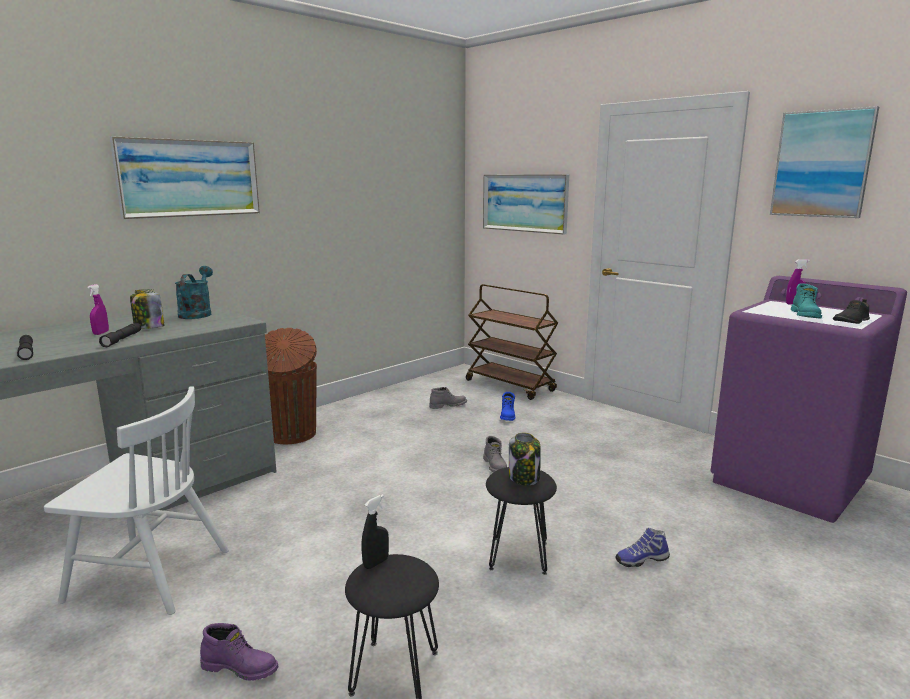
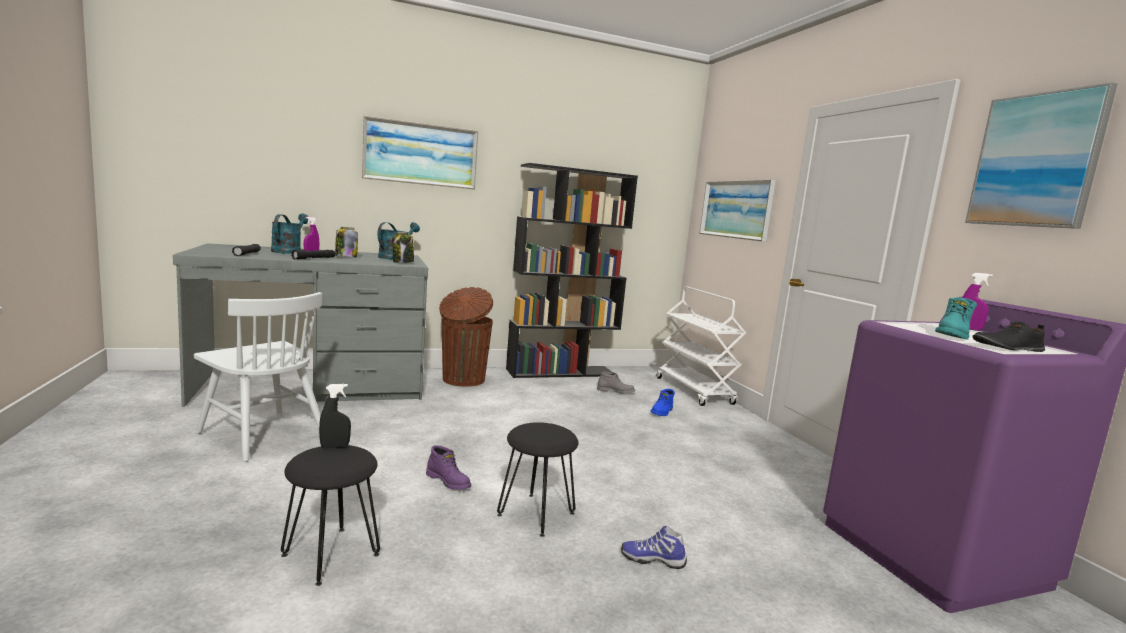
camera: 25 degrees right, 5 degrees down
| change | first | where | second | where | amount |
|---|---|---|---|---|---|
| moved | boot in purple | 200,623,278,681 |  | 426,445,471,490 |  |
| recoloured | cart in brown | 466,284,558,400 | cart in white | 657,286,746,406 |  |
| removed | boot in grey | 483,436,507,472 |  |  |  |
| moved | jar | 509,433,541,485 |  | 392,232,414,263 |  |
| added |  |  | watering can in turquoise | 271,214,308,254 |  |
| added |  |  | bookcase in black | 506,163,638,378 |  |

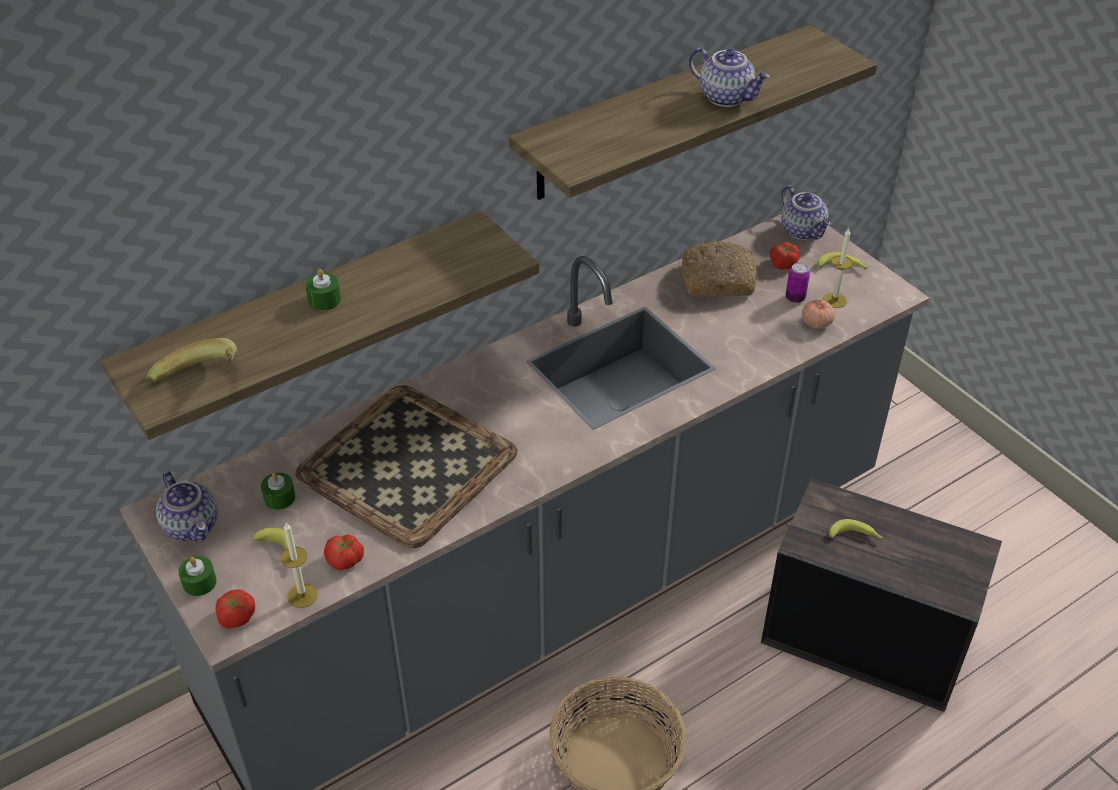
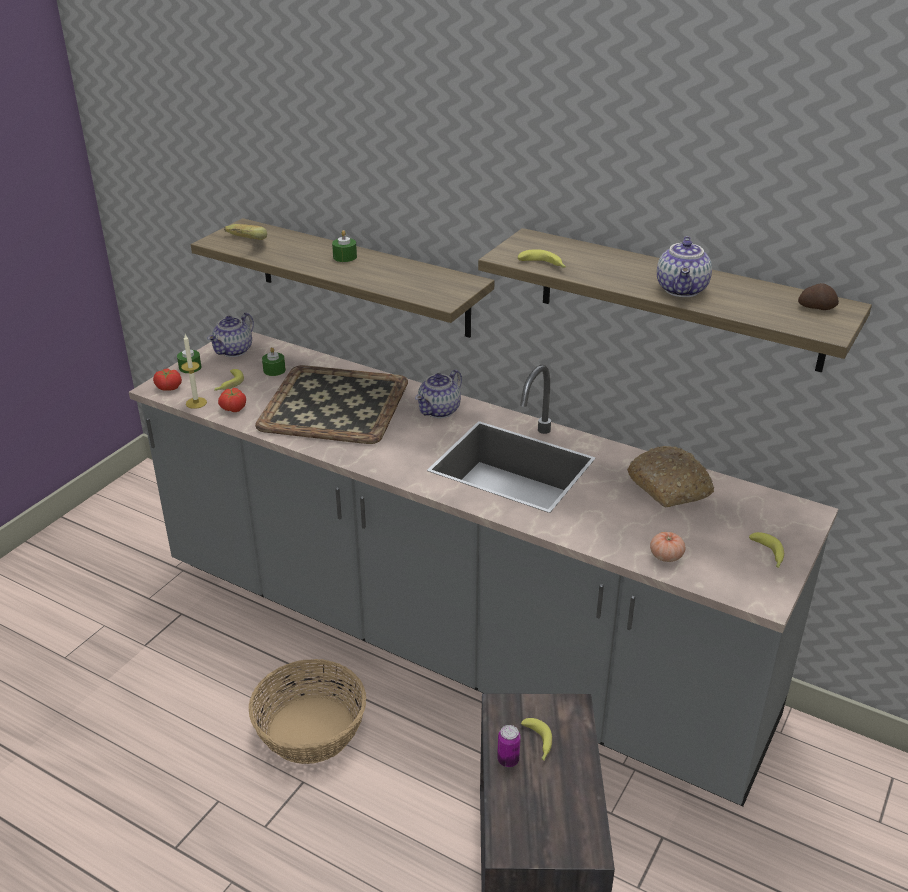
camera: 65 degrees right, 10 degrees down
| change | first | where | second | where | amount |
|---|---|---|---|---|---|
| removed | tomato | 770,242,800,270 |  |  |  |
| moved | teapot | 781,185,832,240 |  | 415,369,462,418 |  |
| moved | can | 786,263,810,303 |  | 497,725,521,767 |  |
| removed | candle | 823,228,853,308 |  |  |  |
| added |  |  | banana | 518,249,566,268 |  |
| added |  |  | potato | 798,283,839,310 |  |

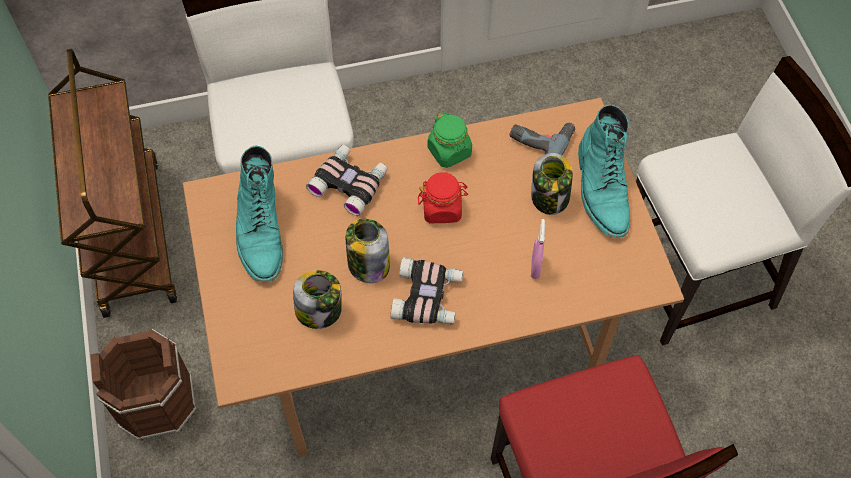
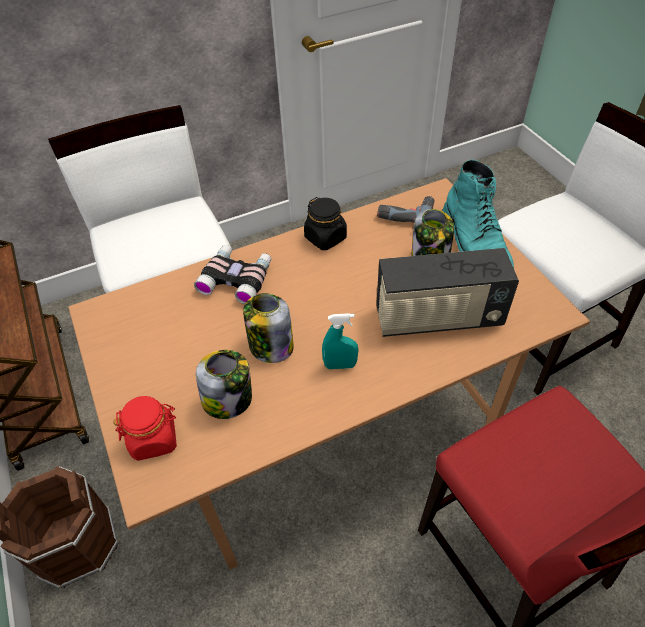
camera: 10 degrees left, 10 degrees down
| change | first | where | second | where | amount |
|---|---|---|---|---|---|
| removed | boot in turquoise | 236,146,283,282 |  |  |  |
| replaced | binoculars | 390,257,463,324 | spray bottle in turquoise | 322,313,359,369 |  |
| moved | jar in red | 418,172,468,223 |  | 113,396,177,461 |  |
| recoloured | jar in green | 428,112,472,168 | jar in black | 304,197,347,250 |  |
| replaced | spray bottle in pink | 531,219,545,279 | radio | 376,248,519,337 |  |

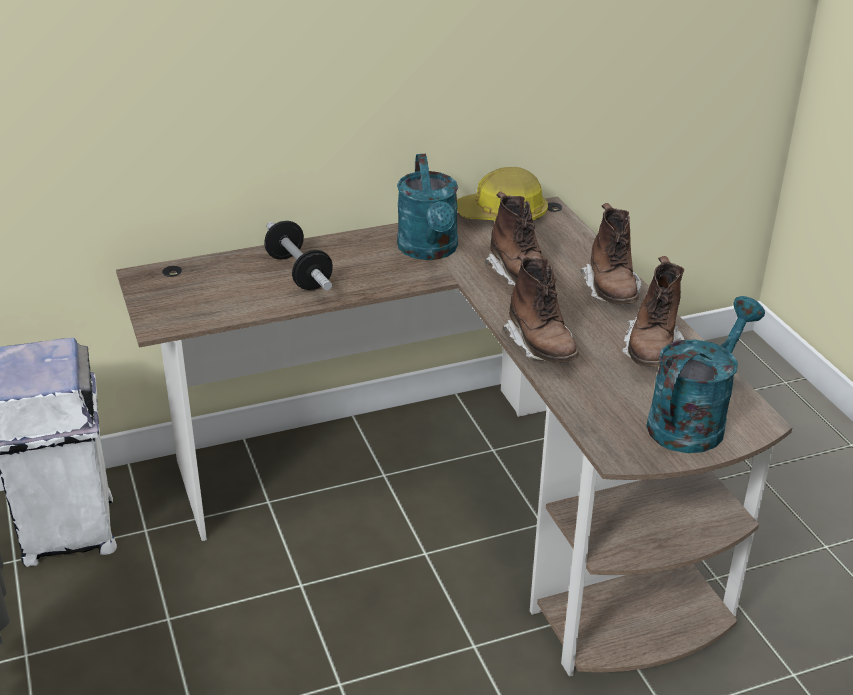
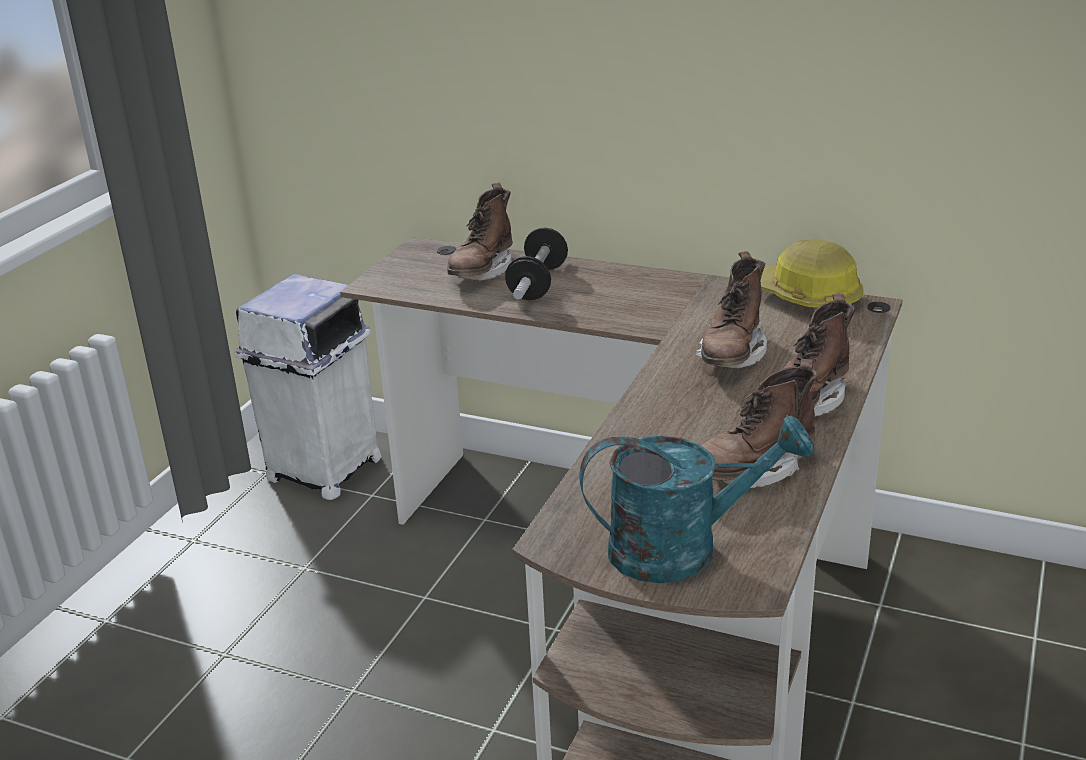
camera: 45 degrees right, 5 degrees down
| change | first | where | second | where | amount |
|---|---|---|---|---|---|
| removed | watering can in turquoise | 397,154,458,260 |  |  |  |
| moved | boot in brown | 503,253,579,363 |  | 447,183,513,281 |  |

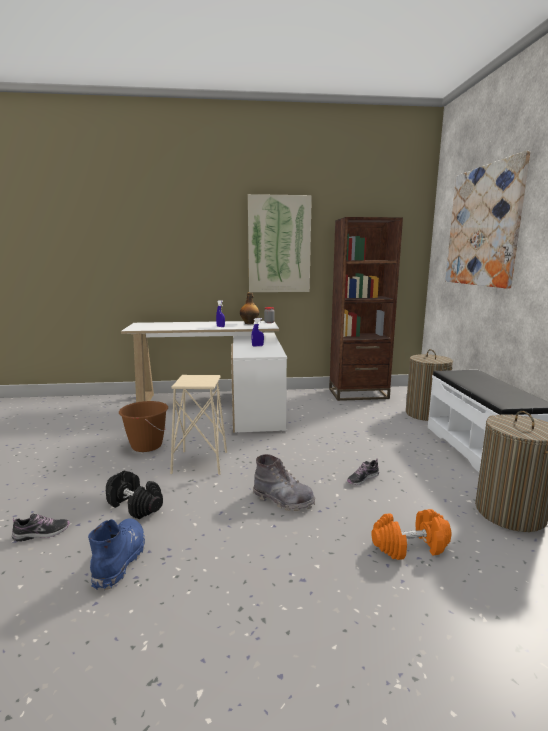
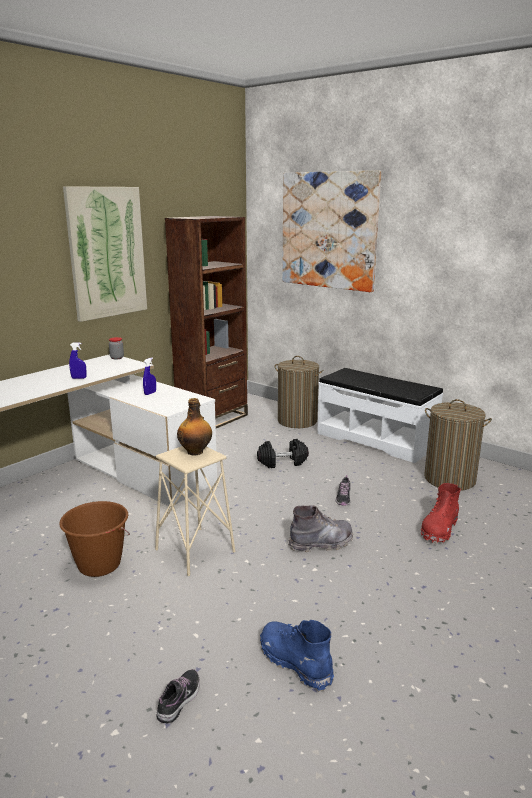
camera: 45 degrees left, 5 degrees up
| change | first | where | second | where | amount |
|---|---|---|---|---|---|
| moved | dumbbell in black | 106,471,163,519 |  | 257,439,309,468 |  |
| moved | bottle | 240,292,259,324 |  | 177,398,212,455 |  |
| replaced | dumbbell in orange | 371,509,451,560 | boot in red | 421,483,461,544 |  |

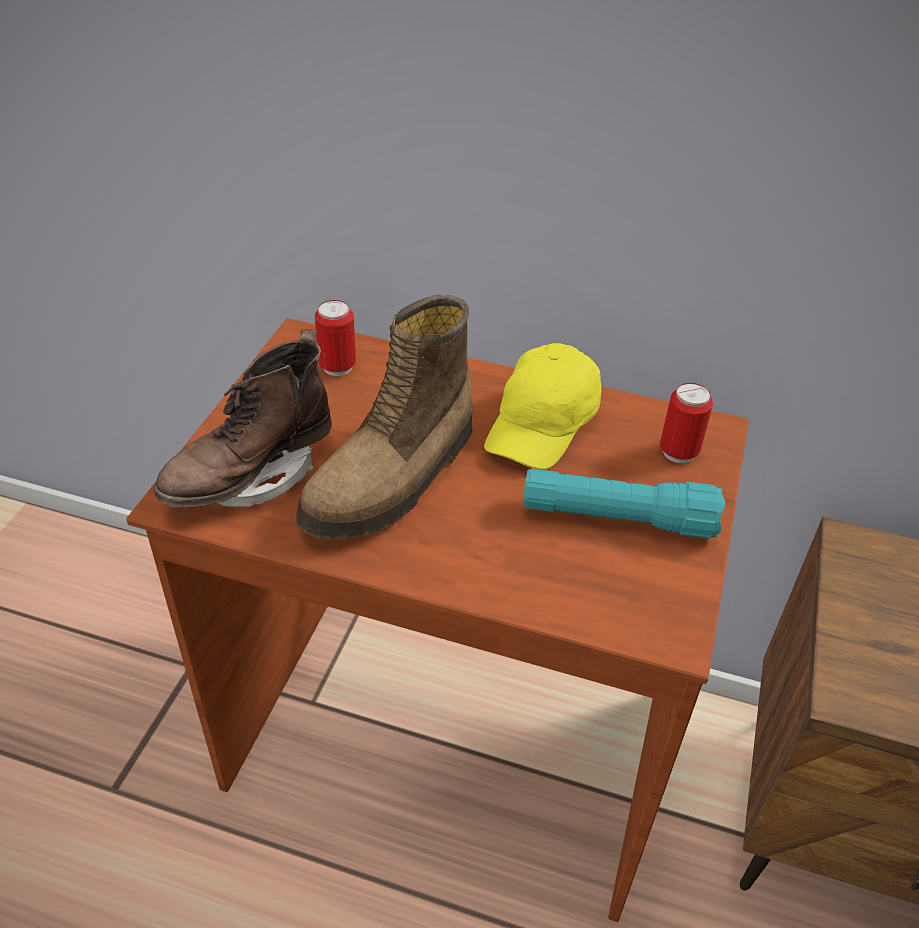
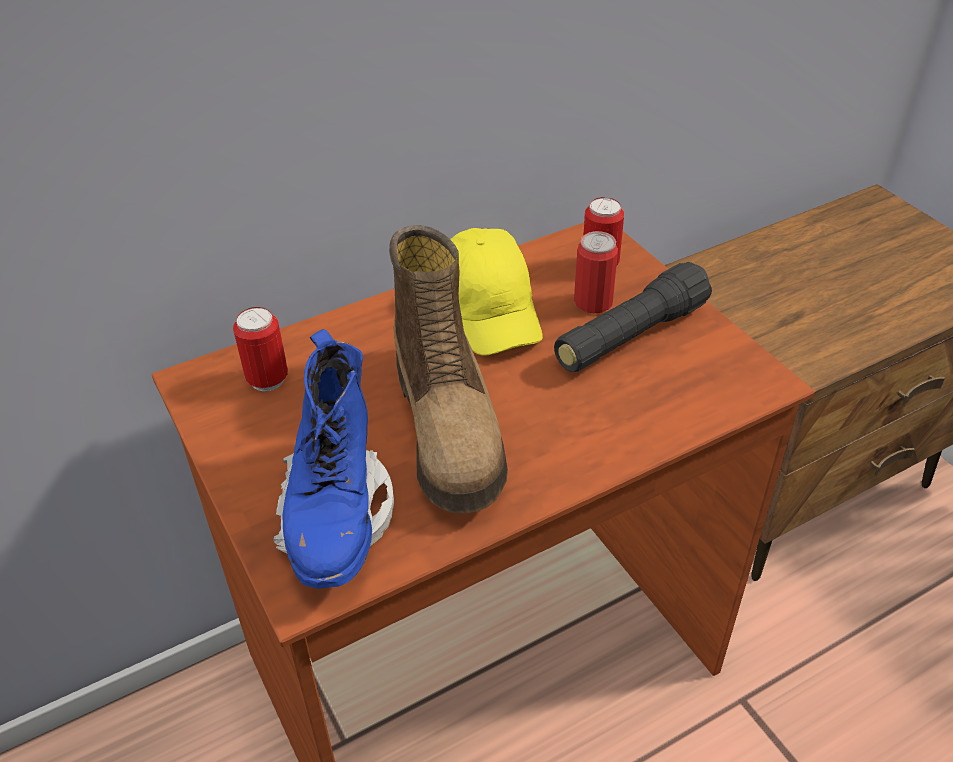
camera: 45 degrees left, 0 degrees up
| change | first | where | second | where | amount |
|---|---|---|---|---|---|
| recoloured | boot in brown | 154,329,332,508 | boot in blue | 273,329,394,589 |  |
| recoloured | flashlight in turquoise | 523,469,725,539 | flashlight in black | 554,262,712,372 |  |
| added |  |  | can | 574,231,618,314 |  |

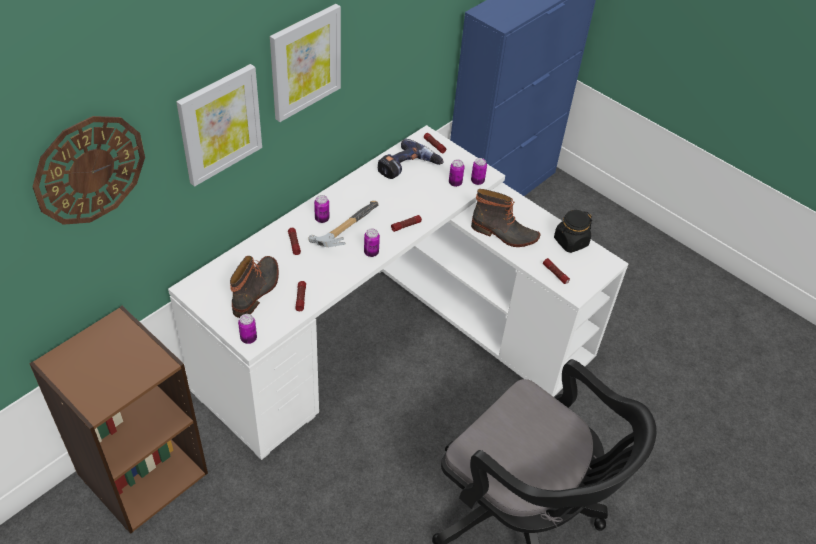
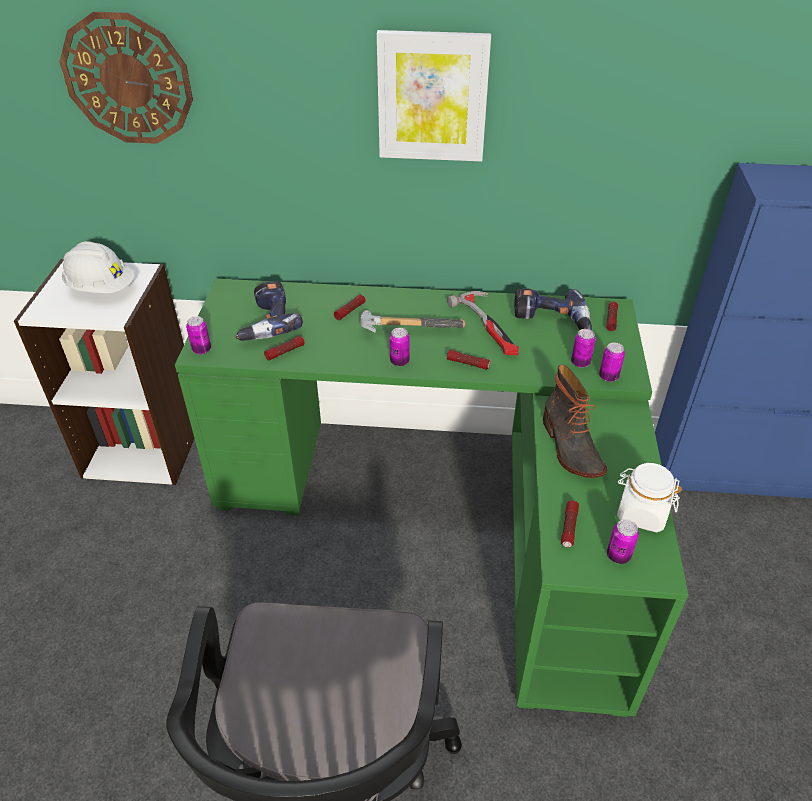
camera: 55 degrees right, 5 degrees down
| change | first | where | second | where | amount |
|---|---|---|---|---|---|
| recoloured | bookcase in brown | 29,306,208,534 | bookcase in white | 14,259,194,485 |  |
| recoloured | desk in white | 168,125,629,460 | desk in green | 175,279,689,717 |  |
| removed | picture | 176,64,262,187 |  |  |  |
| replaced | boot | 230,256,279,318 | power drill | 235,281,303,341 |  |
| moved | can | 314,195,329,223 |  | 607,519,639,564 |  |
| recoloured | jar in black | 554,210,592,253 | jar in white | 617,463,682,532 |  |
| added |  |  | hard hat in white | 62,241,135,294 |  |
| added |  |  | hammer | 447,291,519,355 |  |

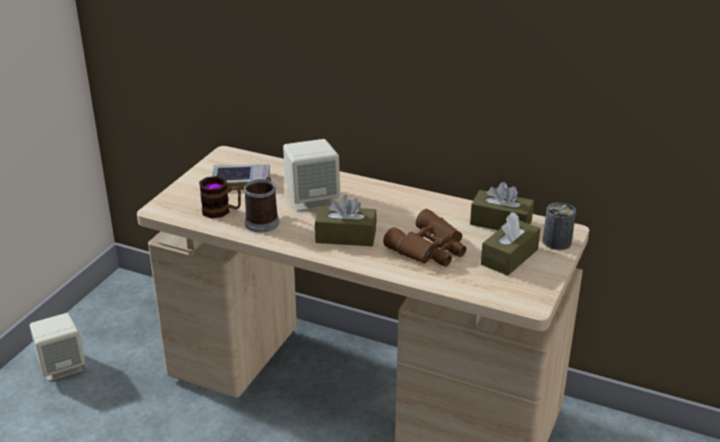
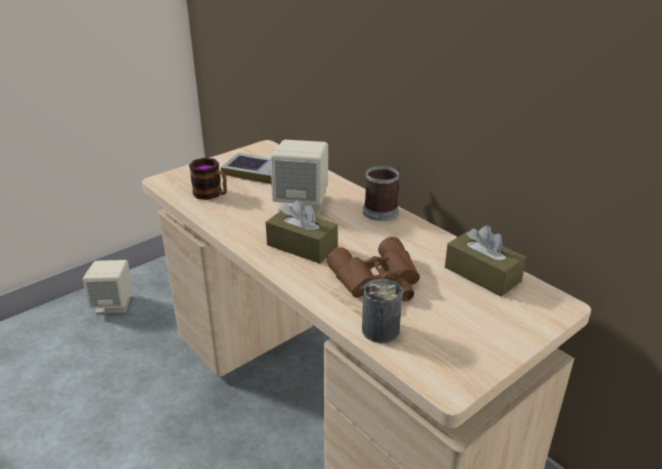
camera: 25 degrees right, 0 degrees up
| change | first | where | second | where | amount |
|---|---|---|---|---|---|
| moved | mug | 244,177,279,233 |  | 363,166,399,221 |  |
| removed | tissue box in brown | 481,212,540,276 |  |  |  |
| moved | can | 543,202,576,250 |  | 362,279,403,343 |  |

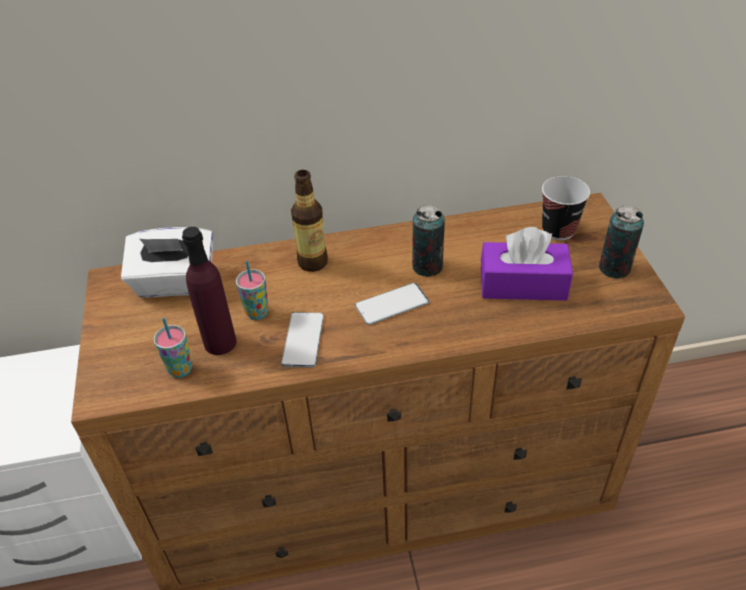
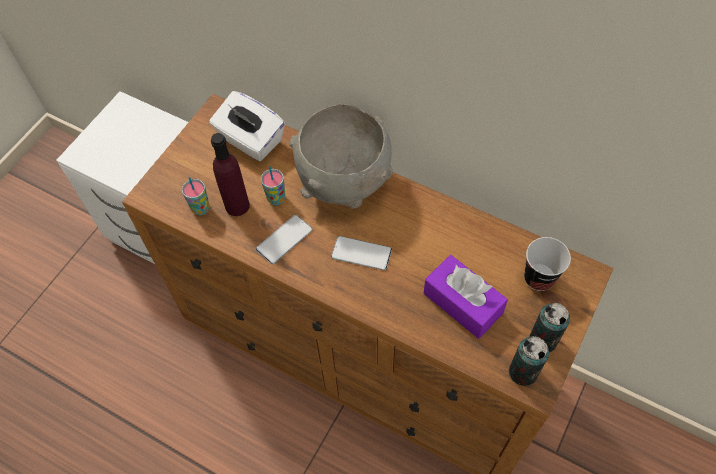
camera: 40 degrees right, 15 degrees up
| change | first | where | second | where | amount |
|---|---|---|---|---|---|
| replaced | bottle | 291,170,328,272 | bowl in grey | 289,104,393,209 |  |
| moved | can | 412,205,445,277 |  | 509,336,549,386 |  |

